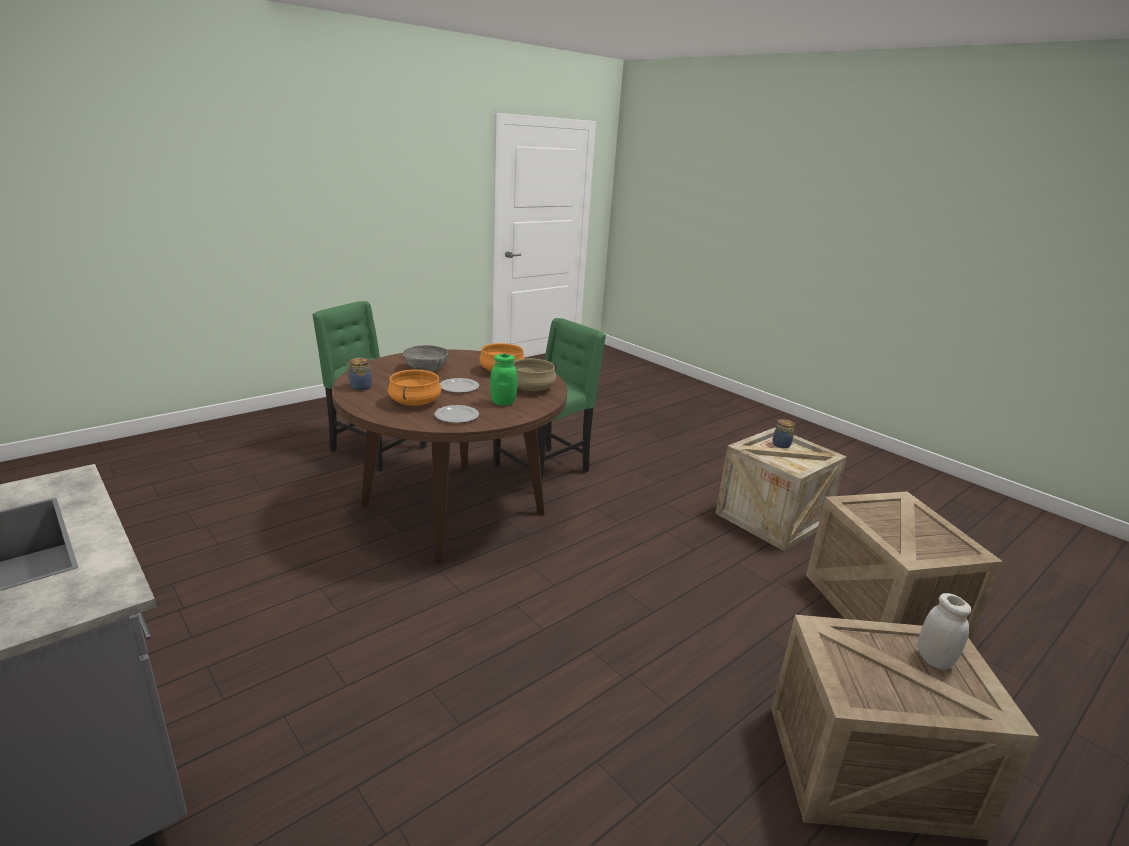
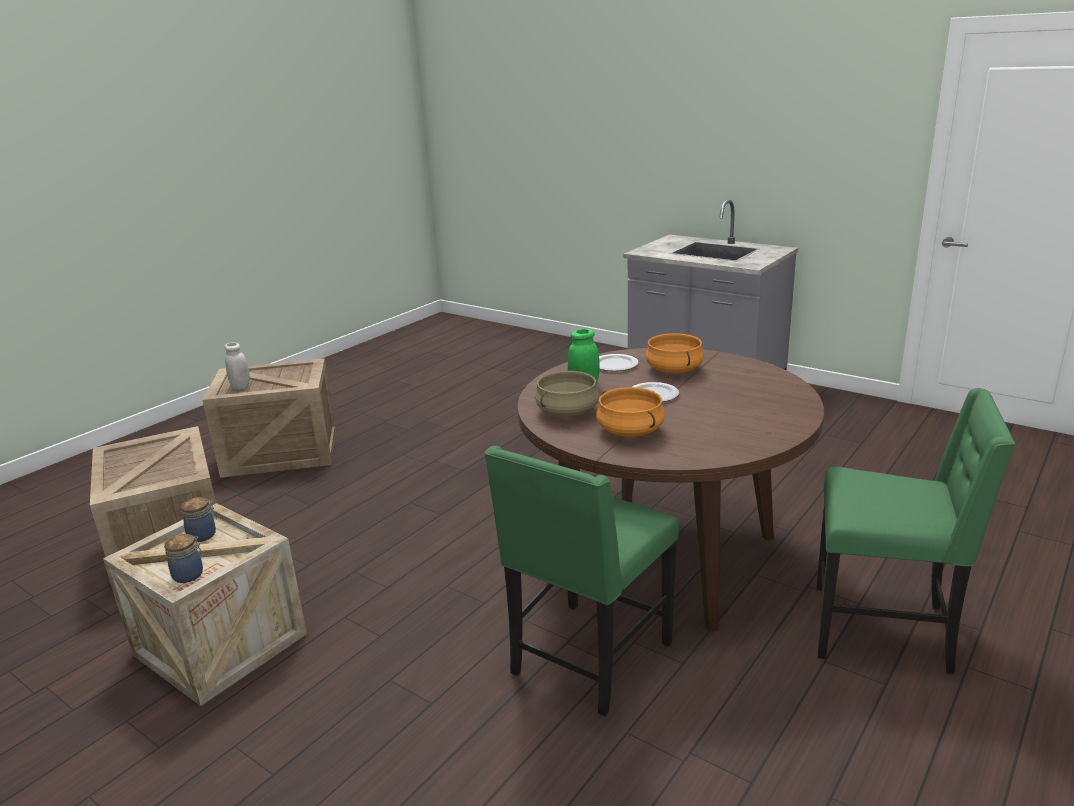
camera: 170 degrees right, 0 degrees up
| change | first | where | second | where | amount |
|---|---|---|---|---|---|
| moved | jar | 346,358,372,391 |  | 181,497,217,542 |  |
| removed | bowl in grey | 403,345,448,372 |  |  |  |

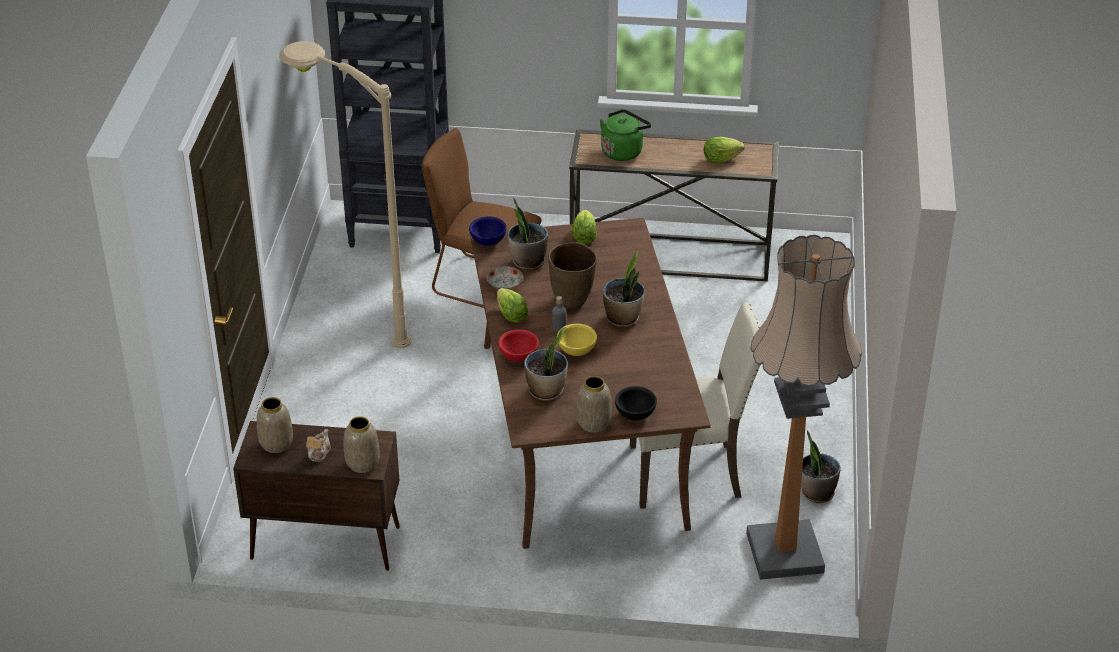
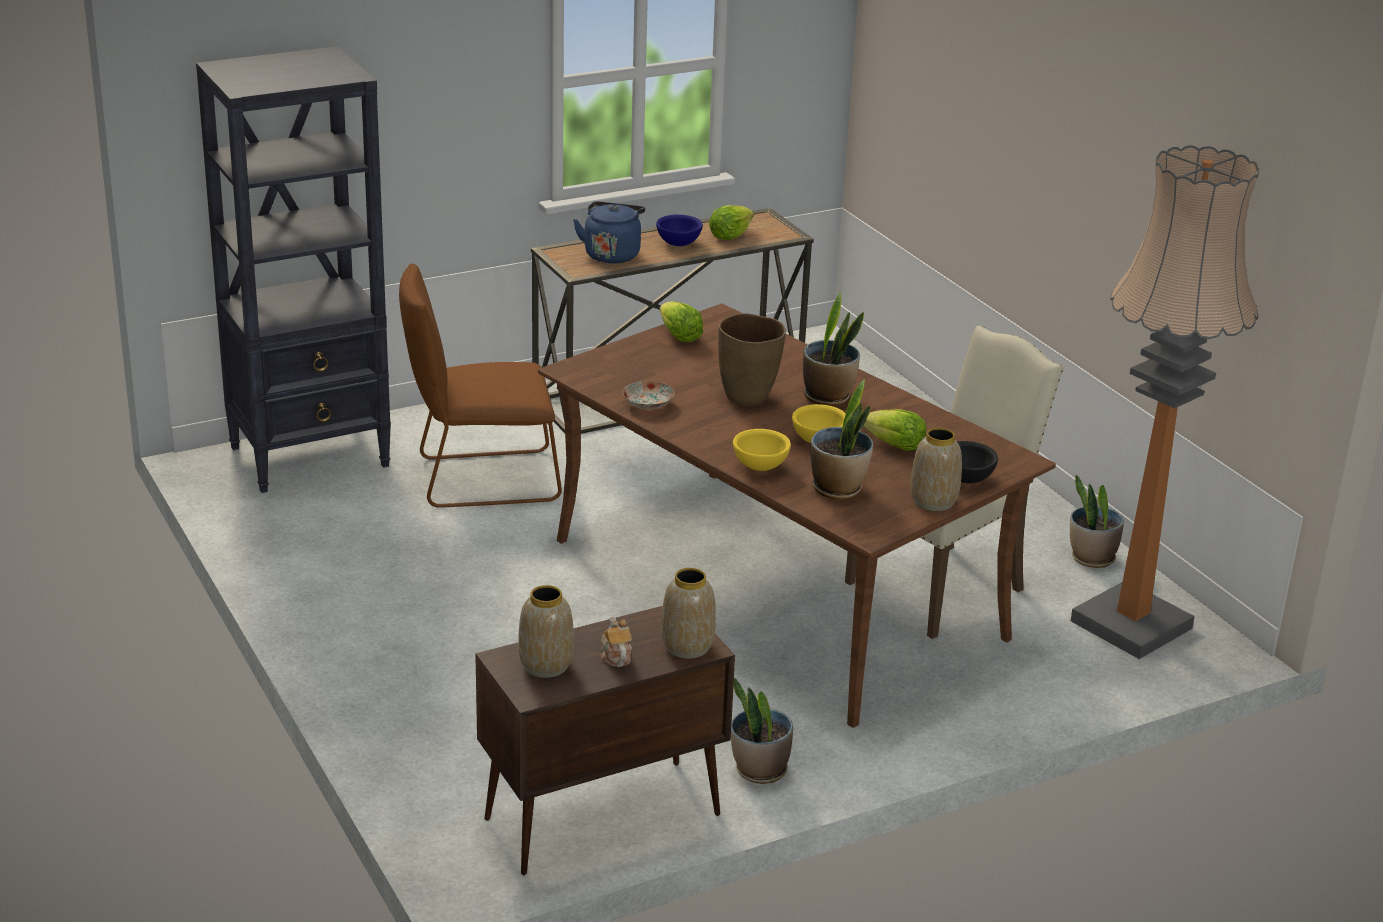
camera: 35 degrees left, 10 degrees down
| change | first | where | second | where | amount |
|---|---|---|---|---|---|
| removed | floor lamp in beige | 279,41,411,348 |  |  |  |
| moved | bowl in blue | 469,216,507,246 |  | 656,215,703,246 |  |
| moved | lettuce | 497,288,528,323 |  | 864,409,926,451 |  |
| recoloured | bowl in red | 498,329,539,362 | bowl in yellow | 733,429,791,471 |  |
| moved | potted plant | 508,198,548,270 |  | 731,677,793,784 |  |
| removed | bottle in grey | 552,296,567,332 |  |  |  |
| recoloured | kettle in green | 600,109,651,161 | kettle in blue | 573,201,645,264 |  |

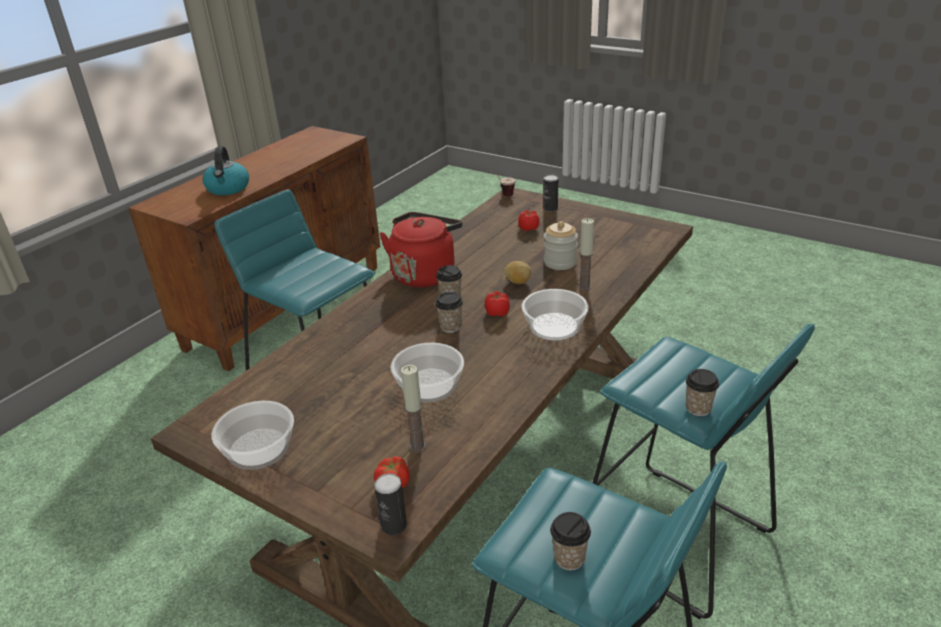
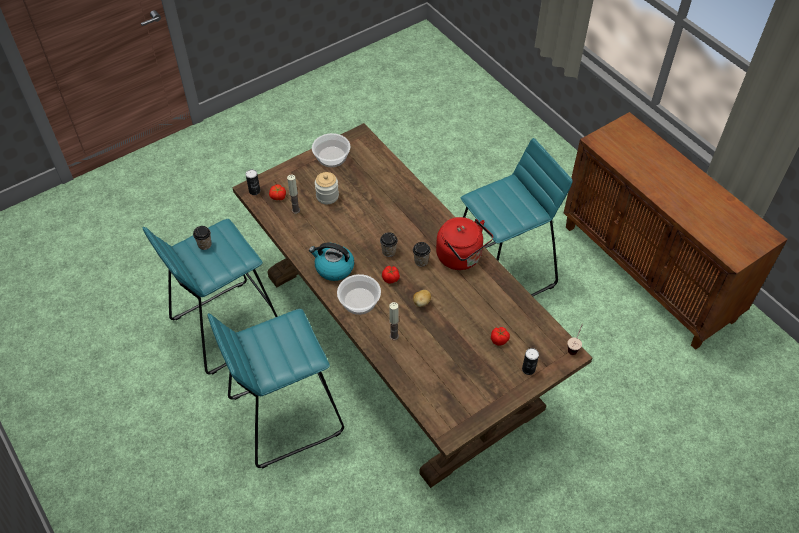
camera: 110 degrees right, 20 degrees up
| change | first | where | second | where | amount |
|---|---|---|---|---|---|
| moved | kettle | 202,146,249,195 |  | 309,242,354,281 |  |
| removed | bowl | 391,343,464,403 |  |  |  |
| moved | jar | 544,221,578,270 |  | 315,172,339,204 |  |
| removed | cup | 686,369,719,416 |  |  |  |

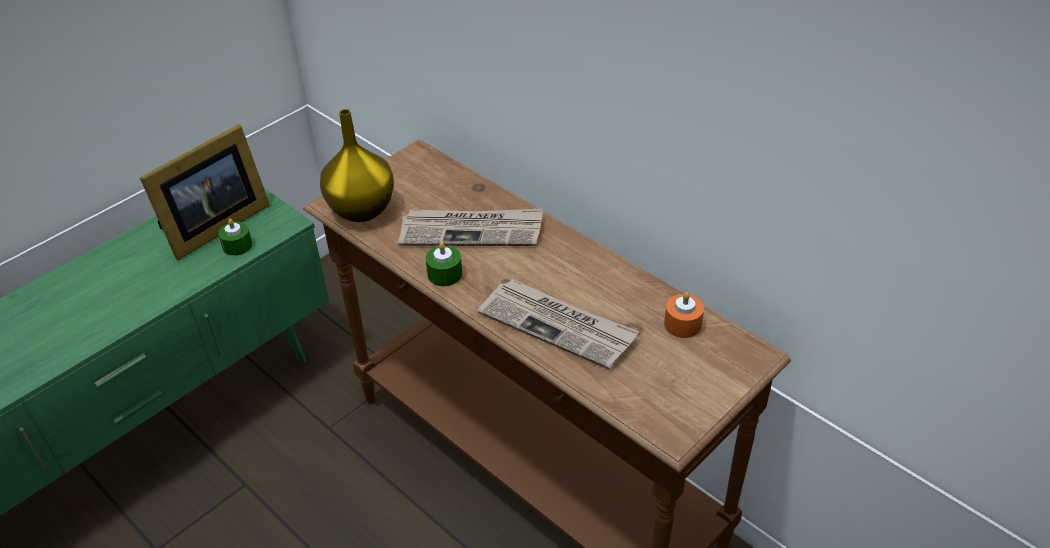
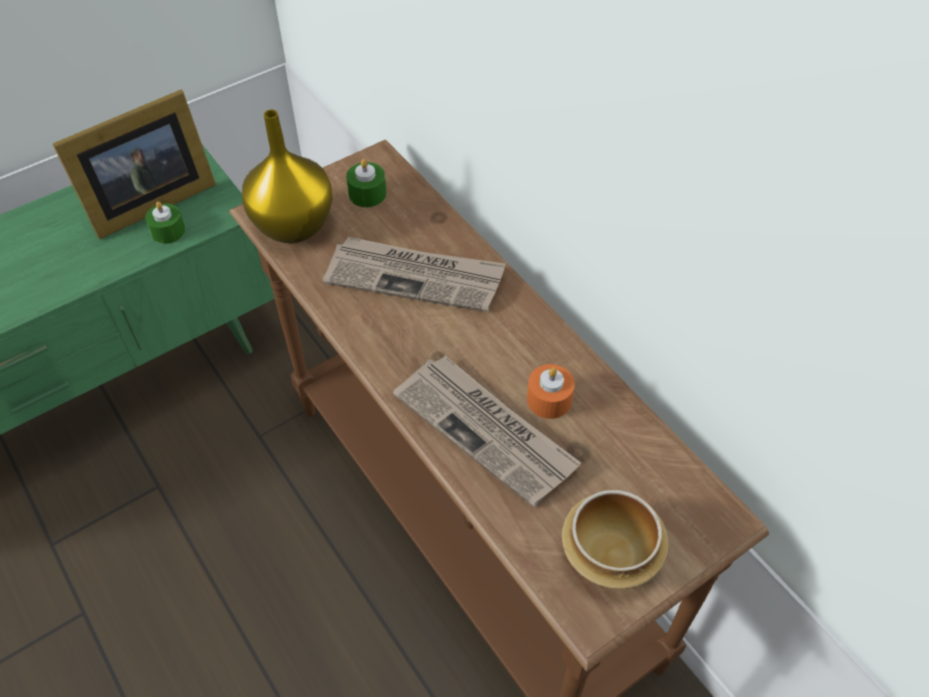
camera: 10 degrees right, 10 degrees up
| change | first | where | second | where | amount |
|---|---|---|---|---|---|
| moved | candle in green | 426,242,462,286 |  | 346,159,387,207 |  |
| moved | candle in orange | 664,292,704,338 |  | 527,364,575,419 |  |
| added |  |  | bowl | 562,490,669,589 |  |

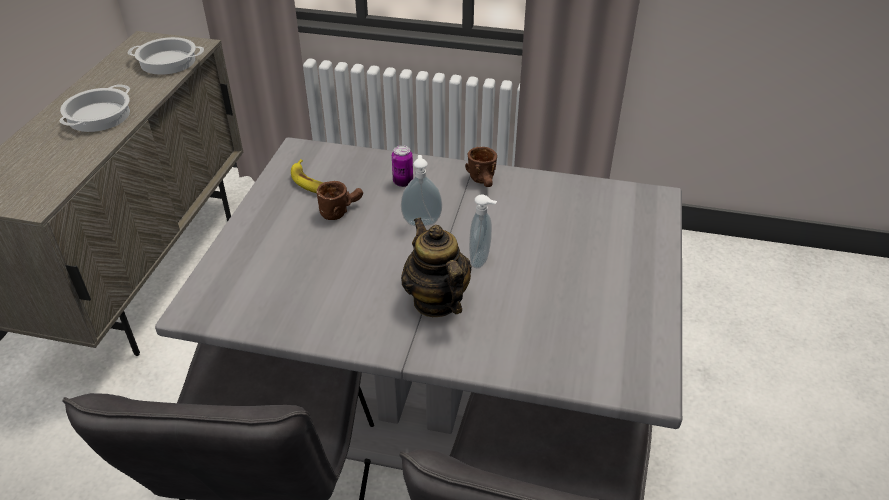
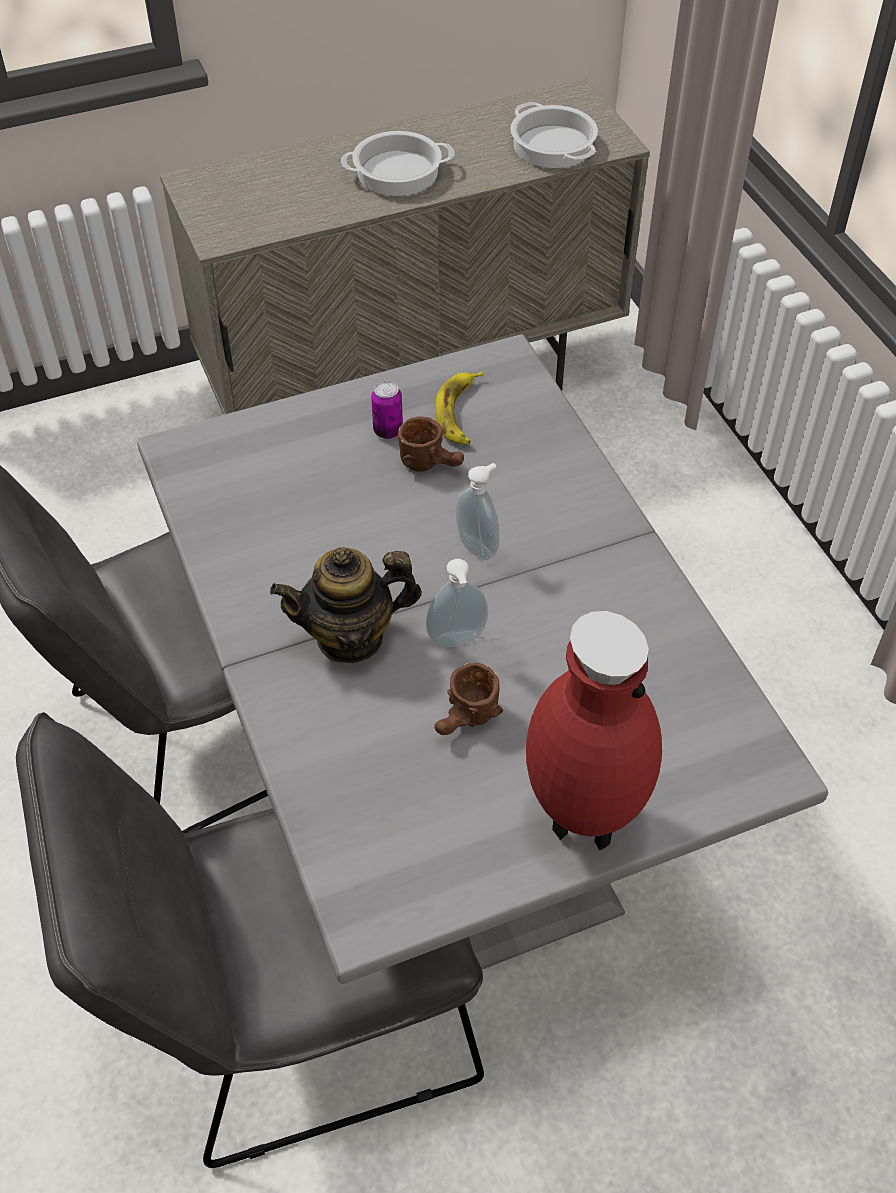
camera: 55 degrees right, 10 degrees up
| change | first | where | second | where | amount |
|---|---|---|---|---|---|
| moved | can | 392,145,413,187 |  | 371,381,403,439 |  |
| turned | teapot | 401,217,472,317 |  | 270,547,422,664 | 135 degrees counterclockwise |
| moved | mug in brown | 465,147,497,187 |  | 434,662,503,735 |  |
| added |  |  | vase in red | 526,611,662,851 |  |

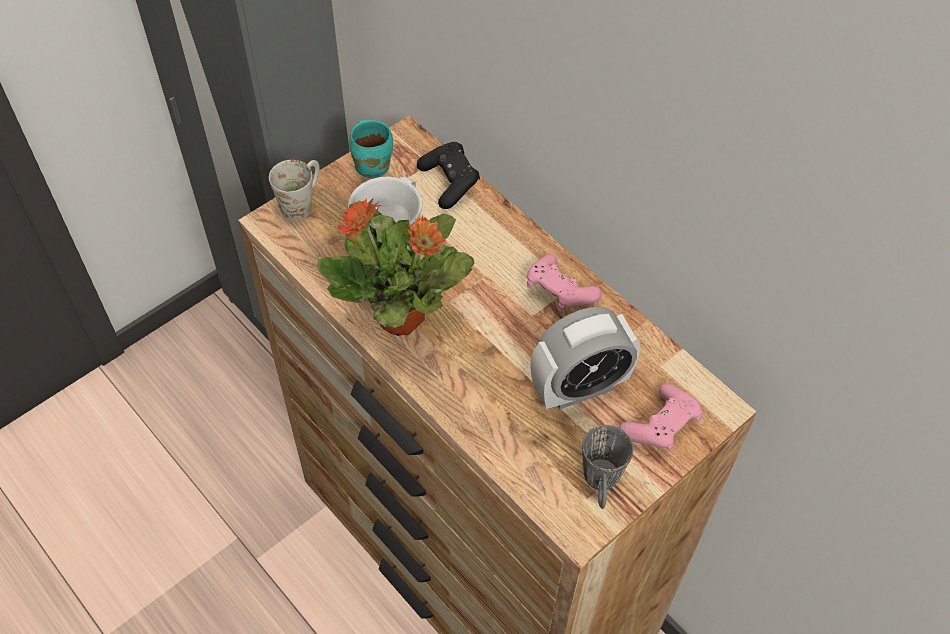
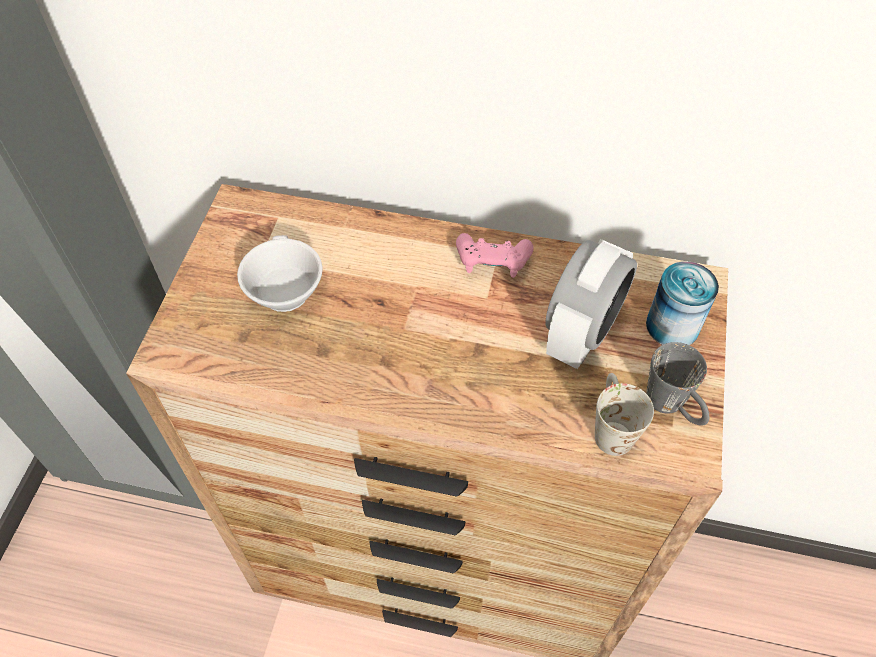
camera: 35 degrees left, 0 degrees up
| change | first | where | second | where | amount |
|---|---|---|---|---|---|
| moved | mug in white | 269,160,320,220 |  | 595,373,654,456 |  |
| removed | potted plant | 316,199,475,336 |  |  |  |
| removed | mug in turquoise | 349,120,393,178 |  |  |  |
| removed | game controller in black | 417,142,480,209 |  |  |  |
| replaced | game controller in pink | 619,383,702,451 | can | 646,261,719,345 |  |

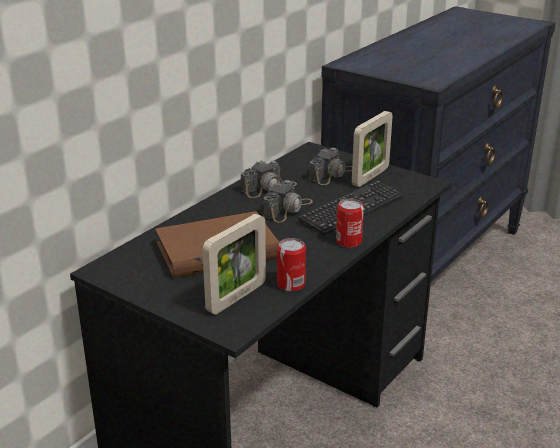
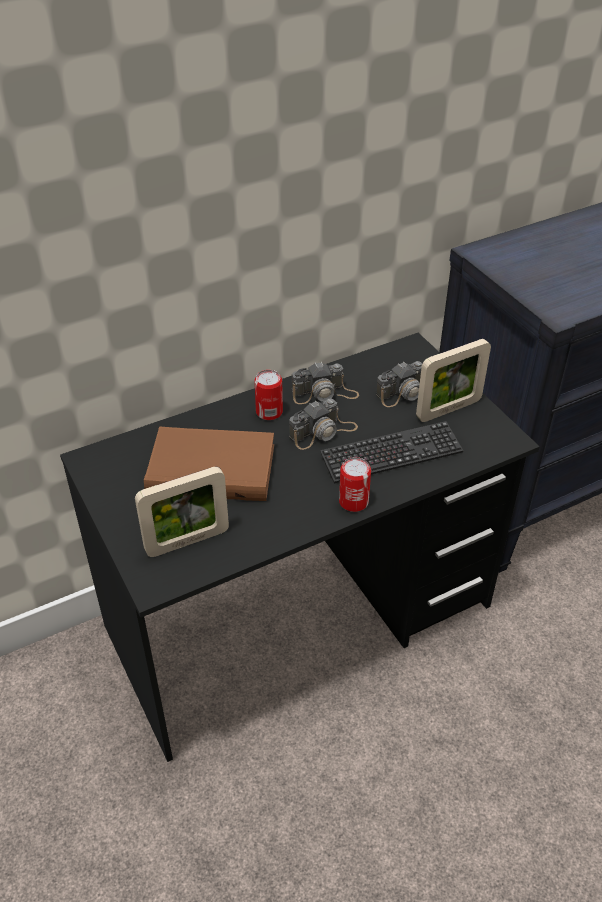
camera: 25 degrees right, 15 degrees up
| change | first | where | second | where | amount |
|---|---|---|---|---|---|
| moved | can | 277,238,306,292 |  | 255,370,283,420 |  |

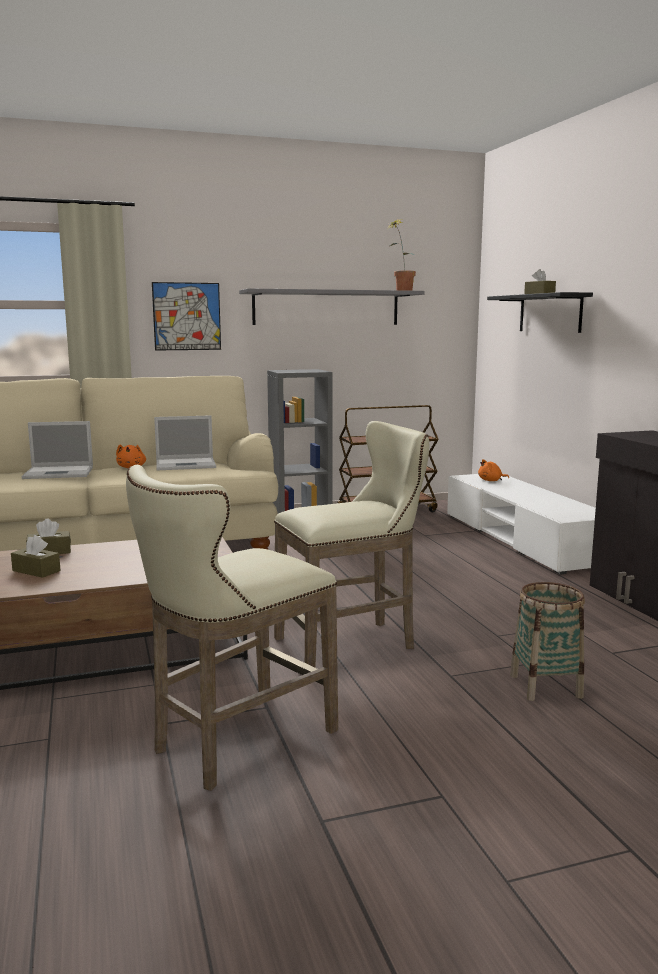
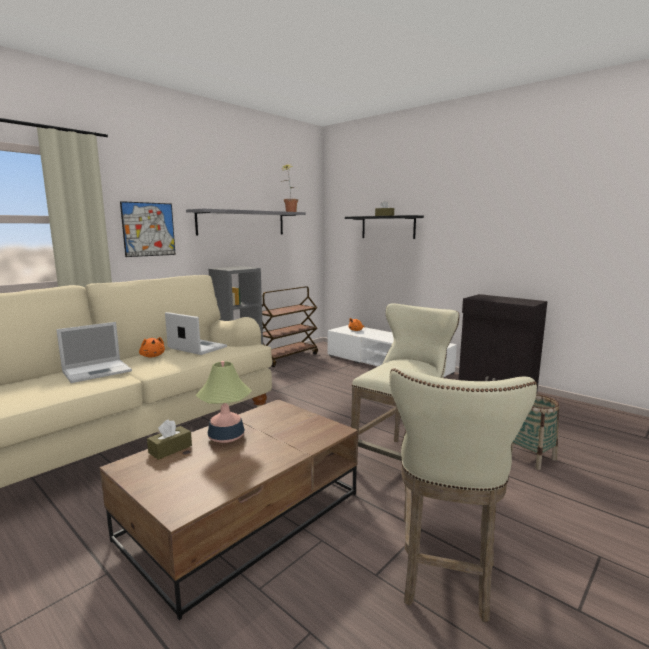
camera: 30 degrees left, 0 degrees up
| change | first | where | second | where | amount |
|---|---|---|---|---|---|
| removed | tissue box in brown | 11,535,61,578 |  |  |  |
| turned | laptop | 154,415,216,470 |  | 165,312,227,355 | 105 degrees counterclockwise |
| added |  |  | table lamp | 196,361,252,443 |  |

